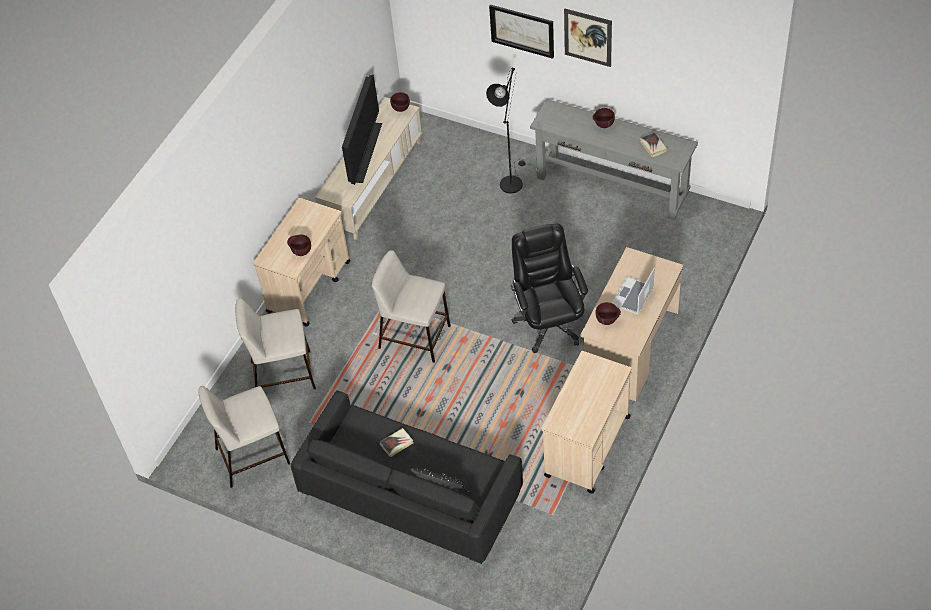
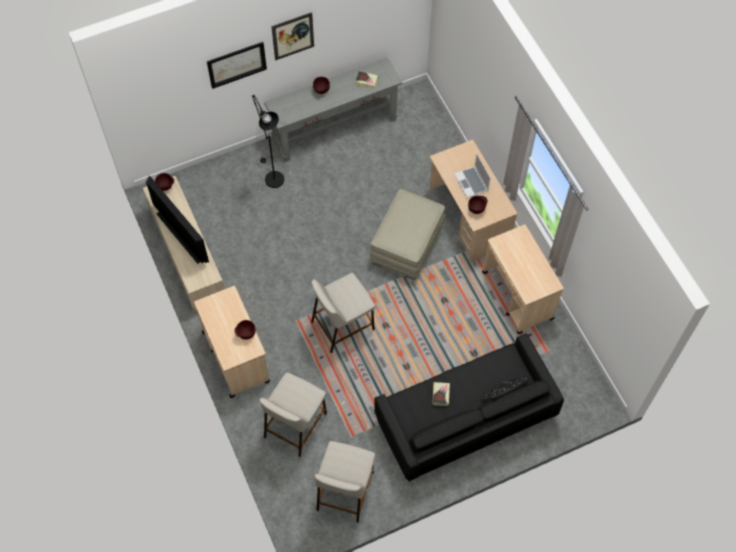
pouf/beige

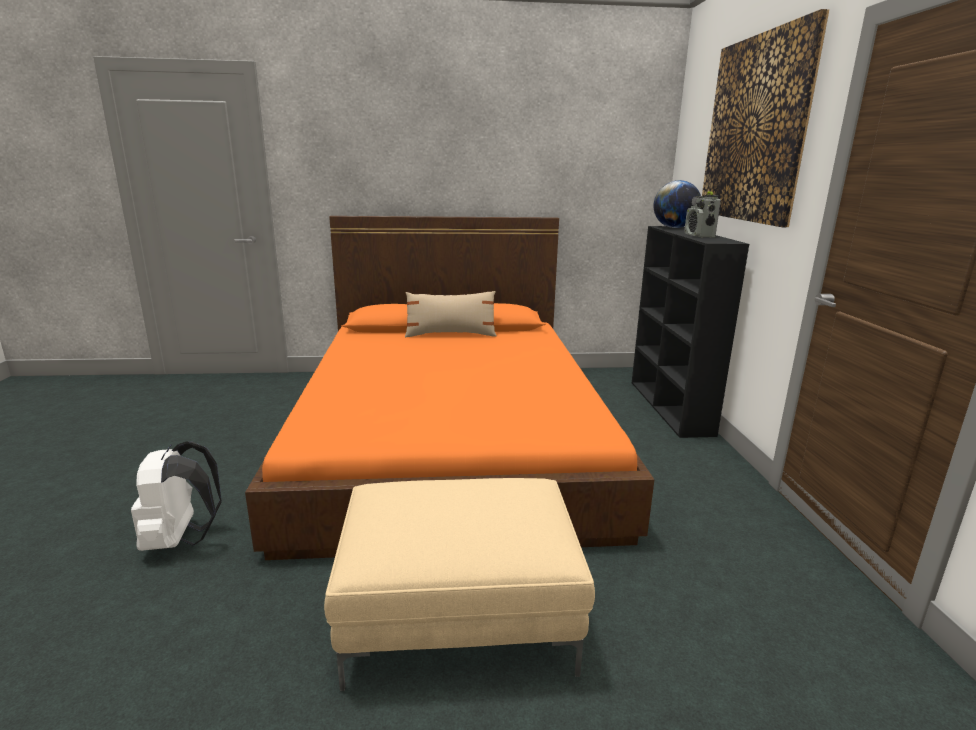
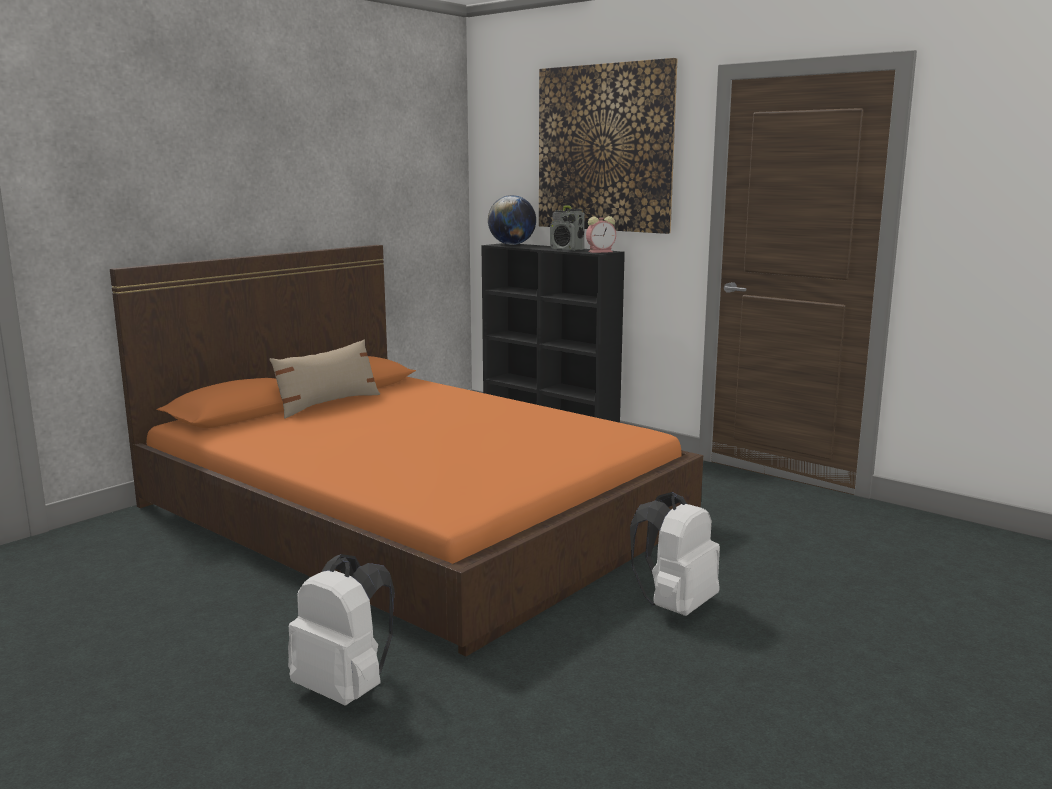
sac à dos/blanc (no. 2 from left)
réveil

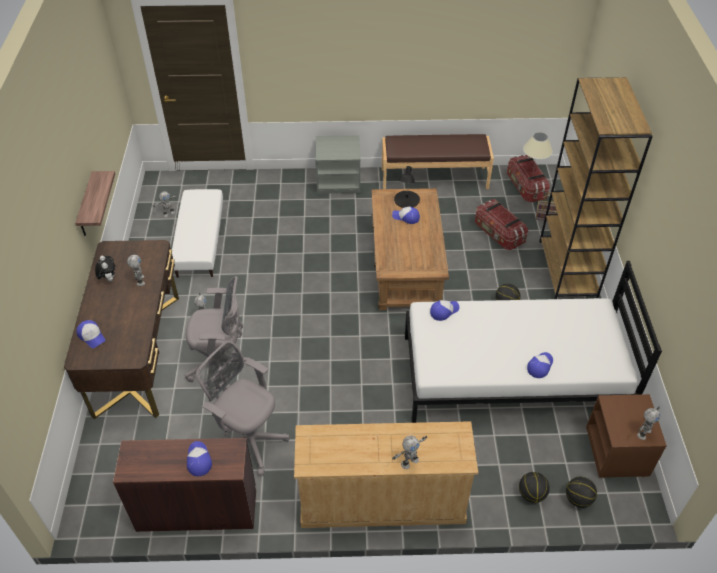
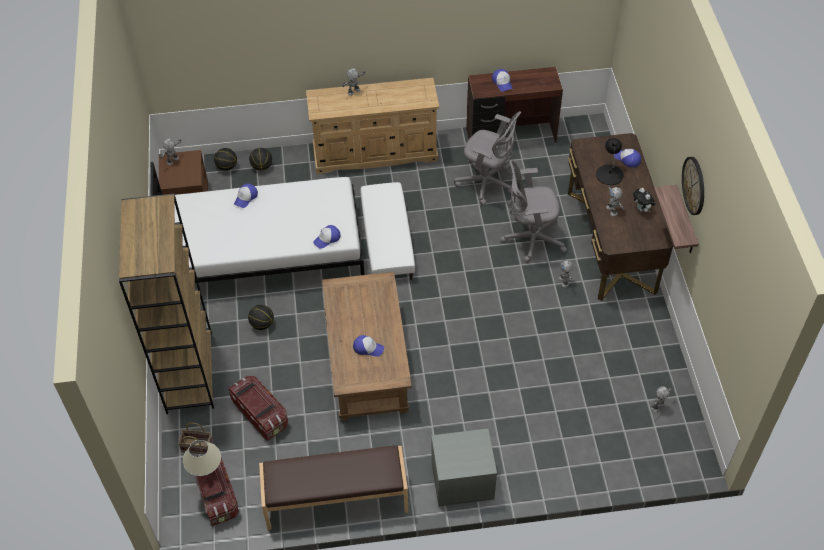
lampe de table/noir
pouf/blanc
horloge murale

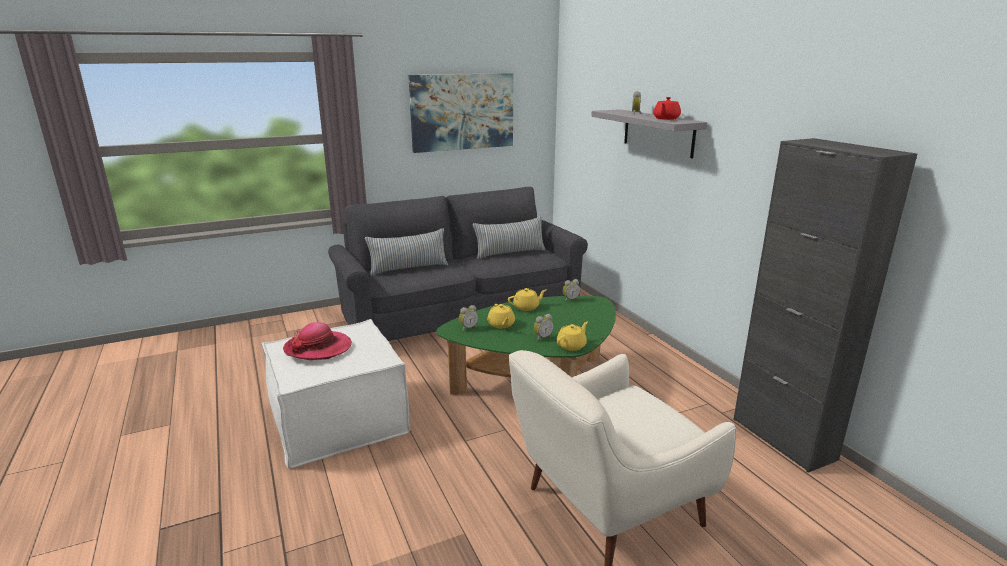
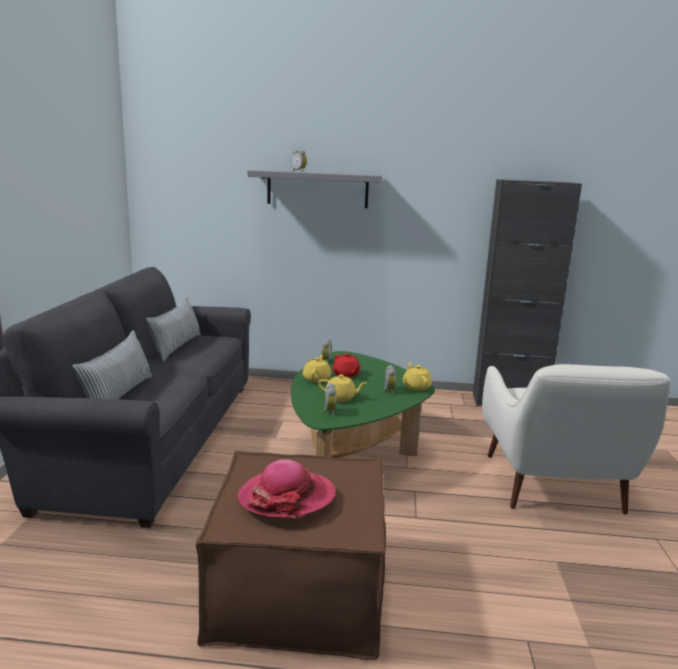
tableau
théière/rouge
pouf/marron

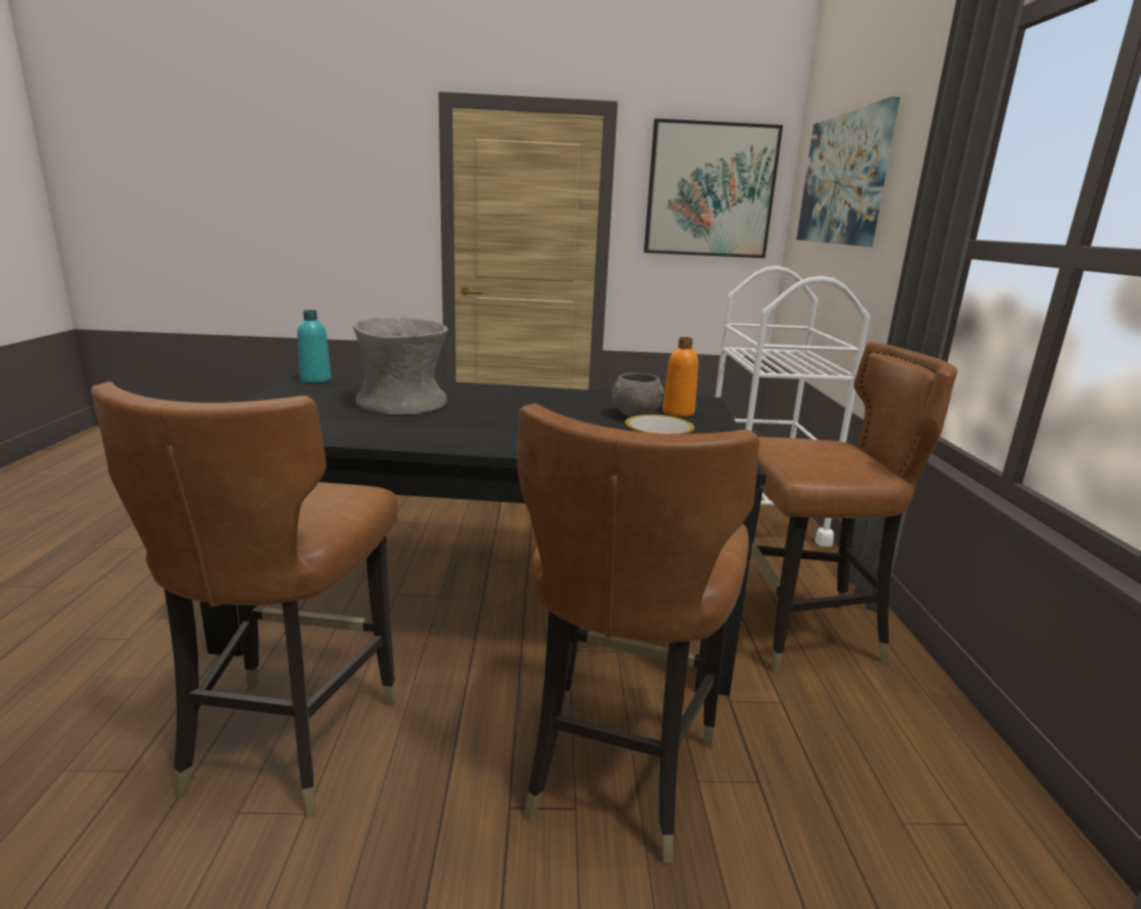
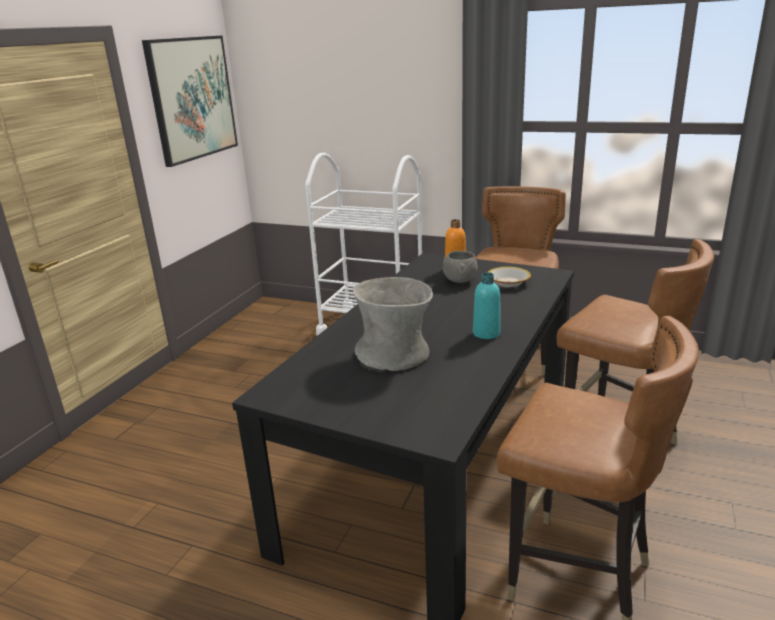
tableau (no. 2 from left in the first image)
bouteille/turquoise

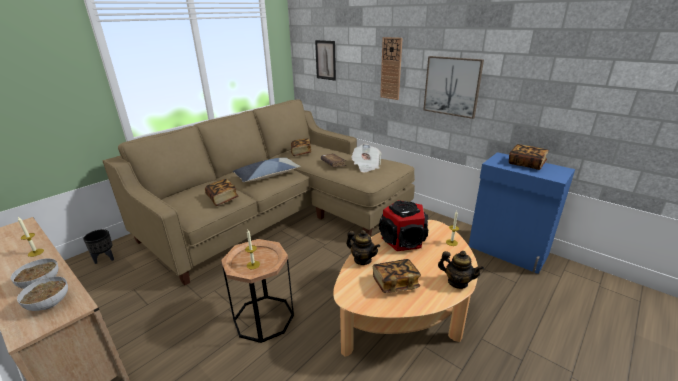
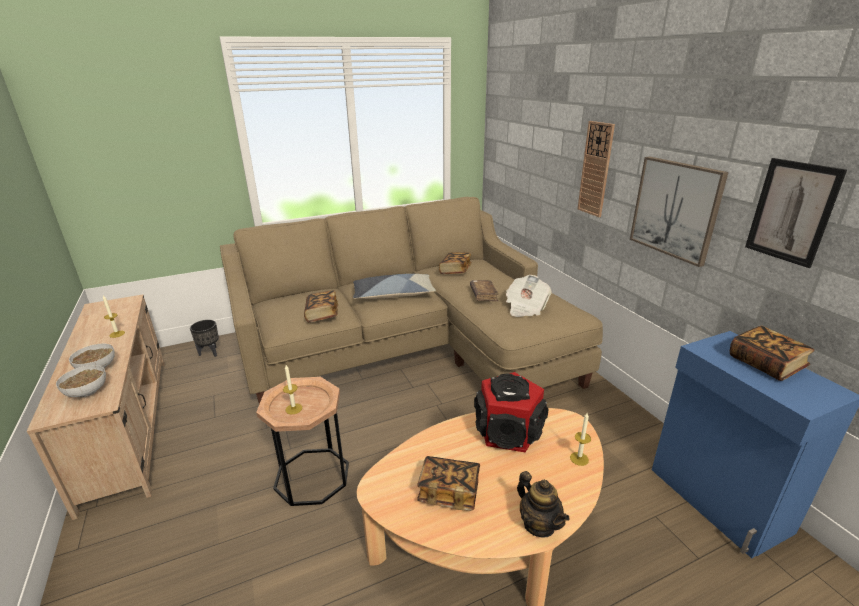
tableau (no. 2 from left)
théière (no. 1 from left in the first image)

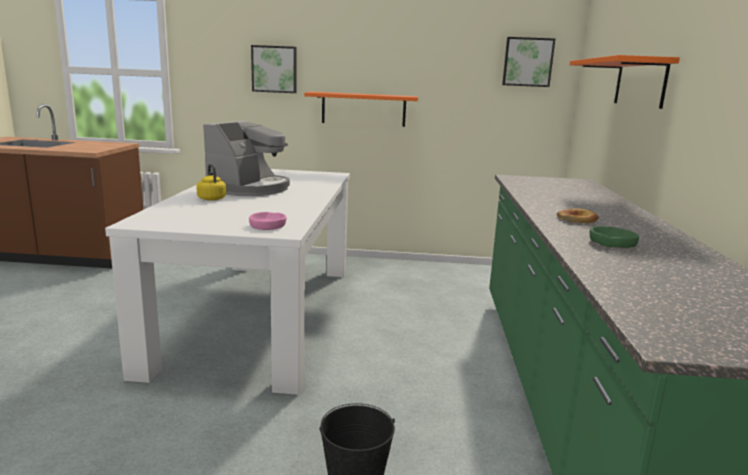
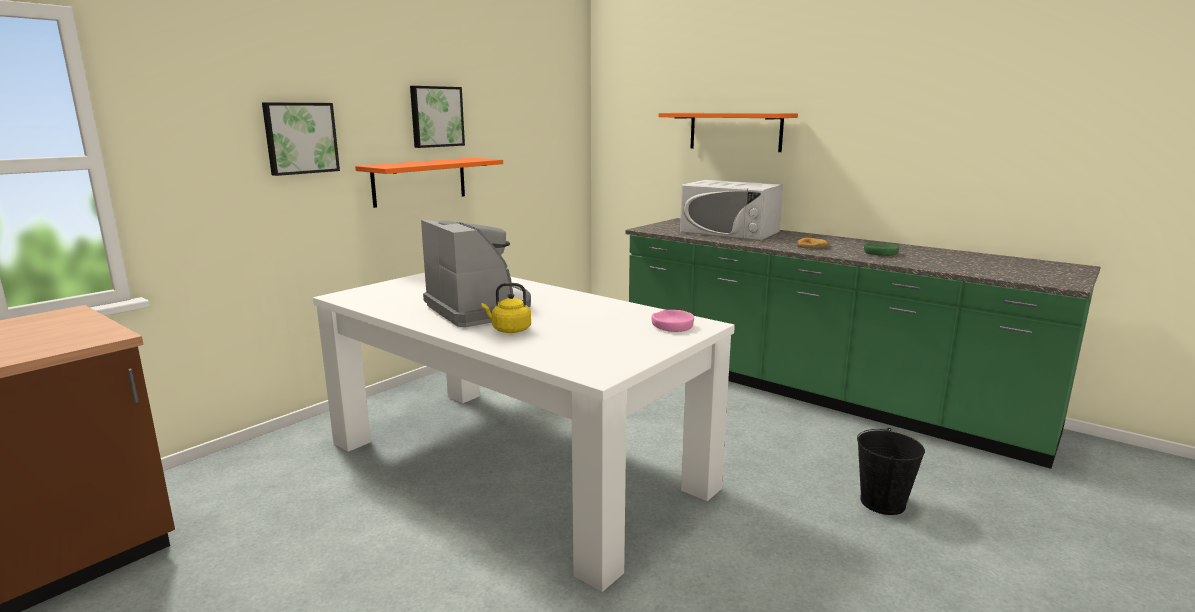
tableau (no. 2 from left)
micro-ondes/blanc

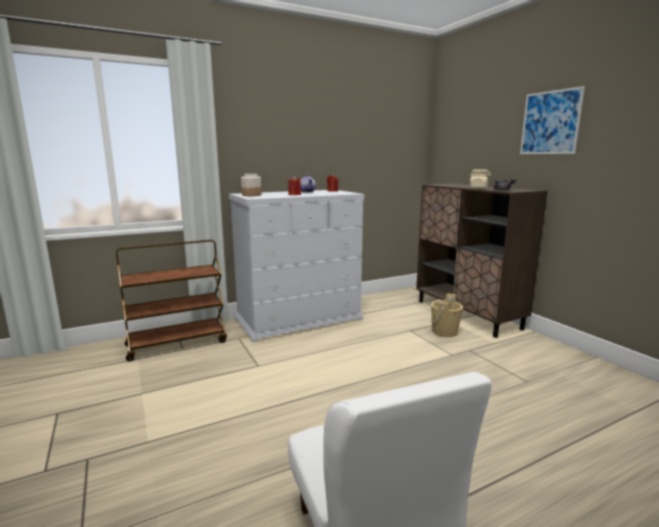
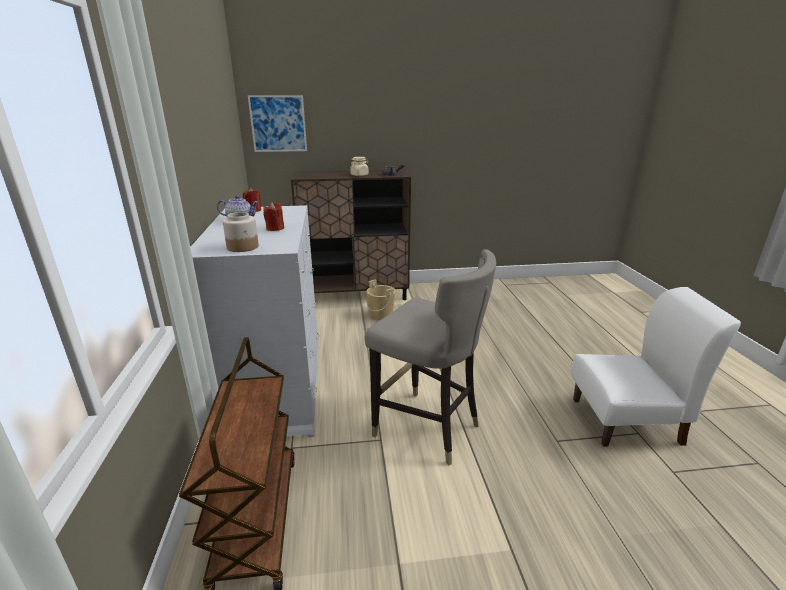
tableau
tabouret/gris

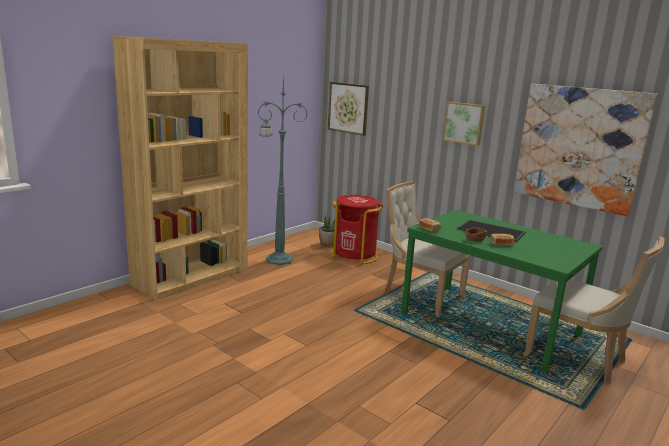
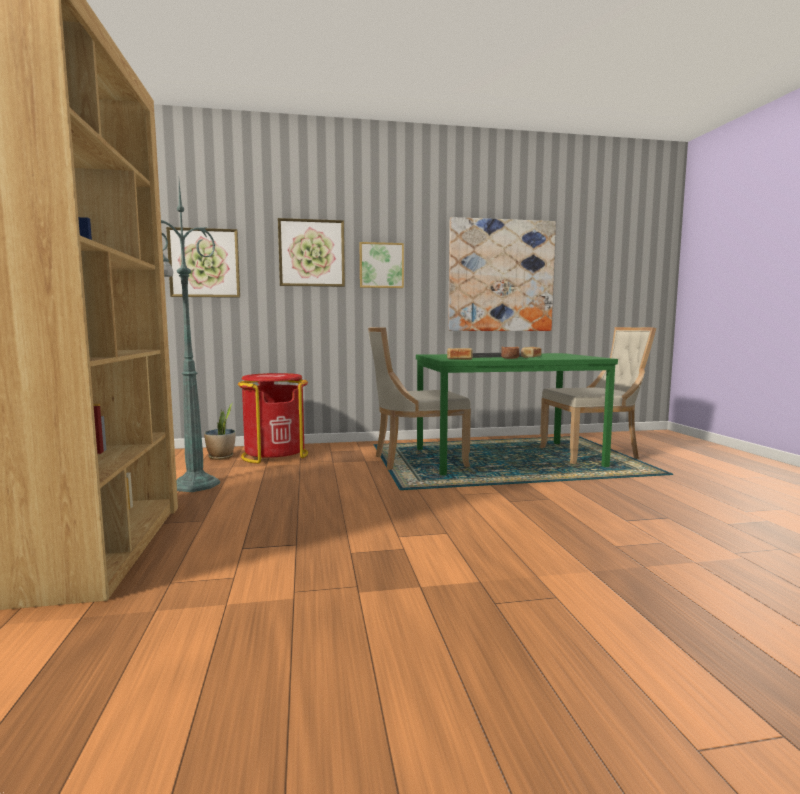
tableau (no. 2 from left)

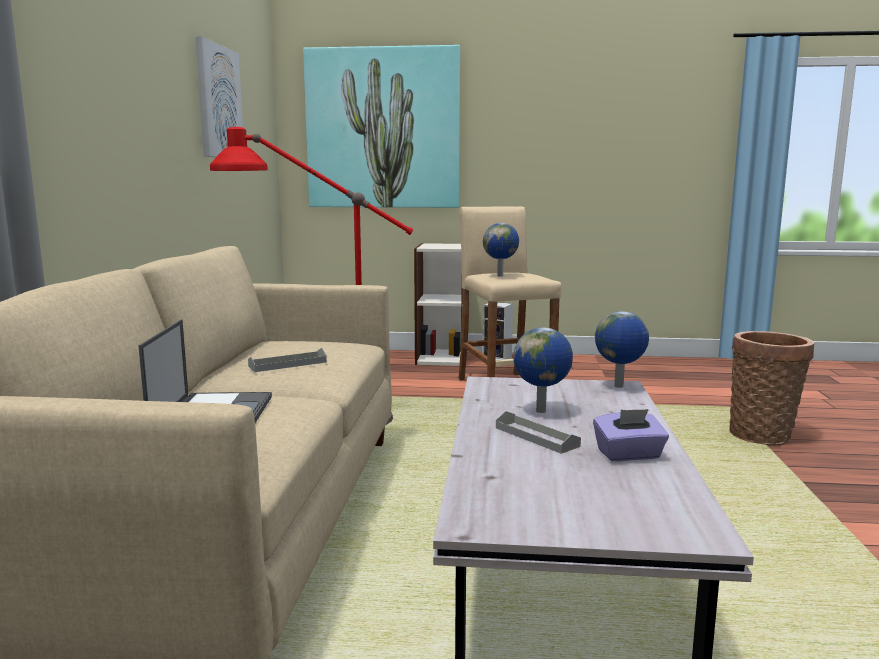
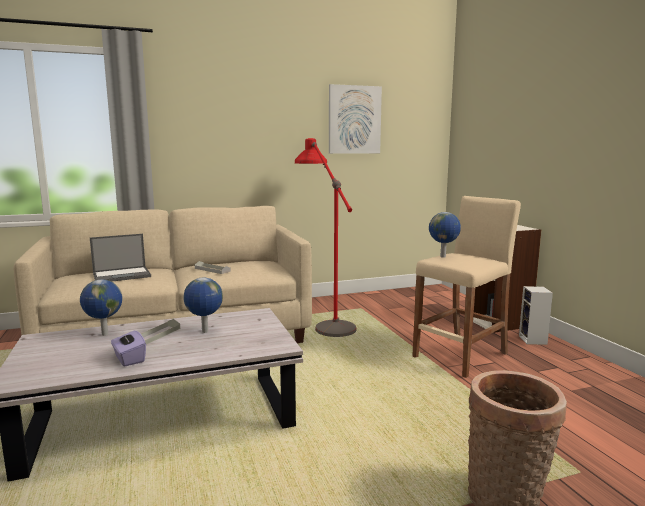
tableau (no. 2 from left in the first image)
globe (no. 1 from left)

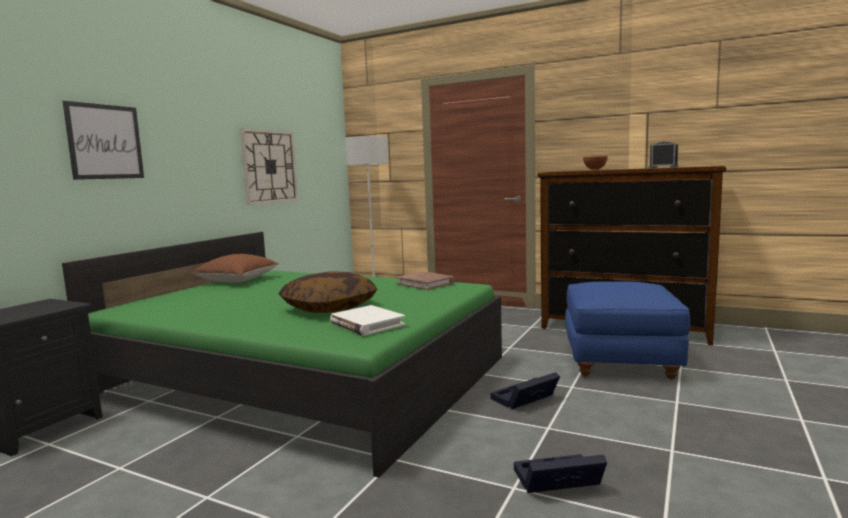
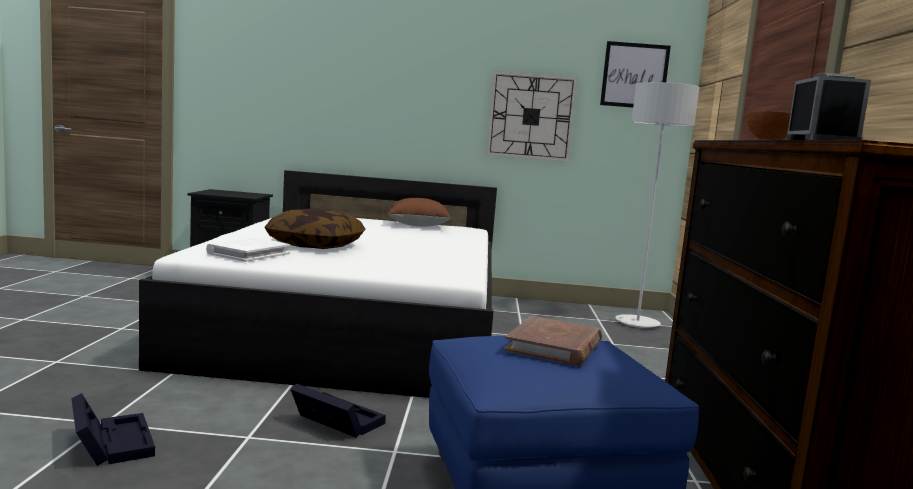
tableau
lit/blanc
livre/marron

